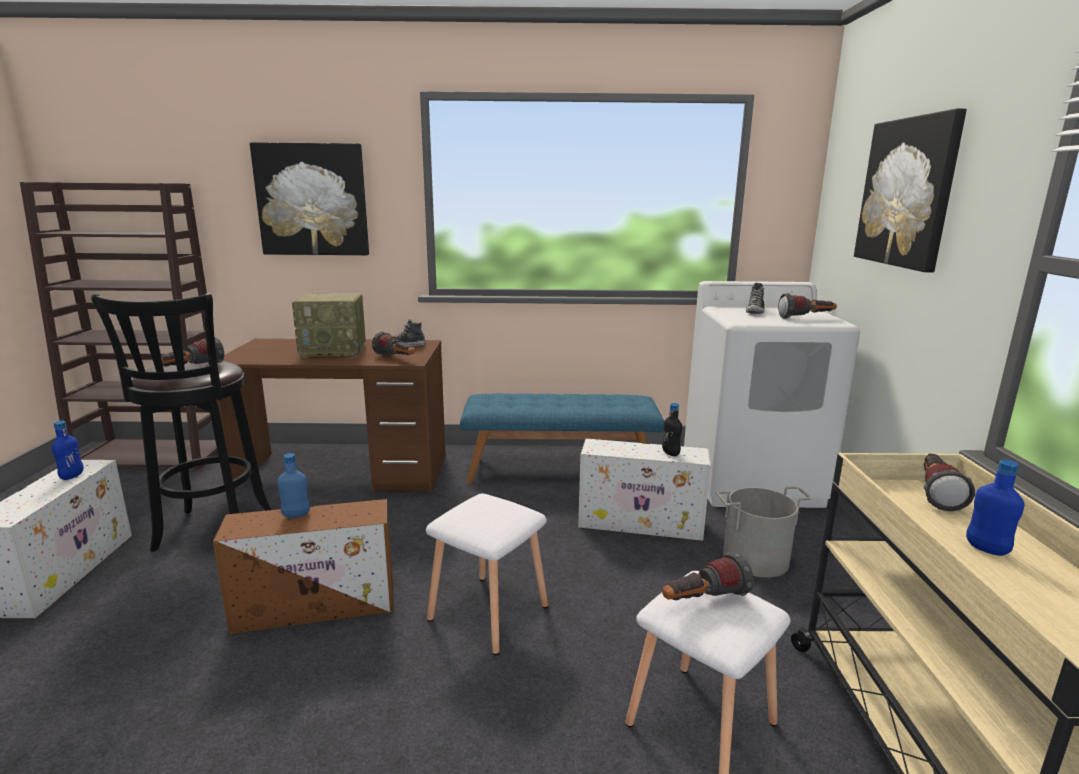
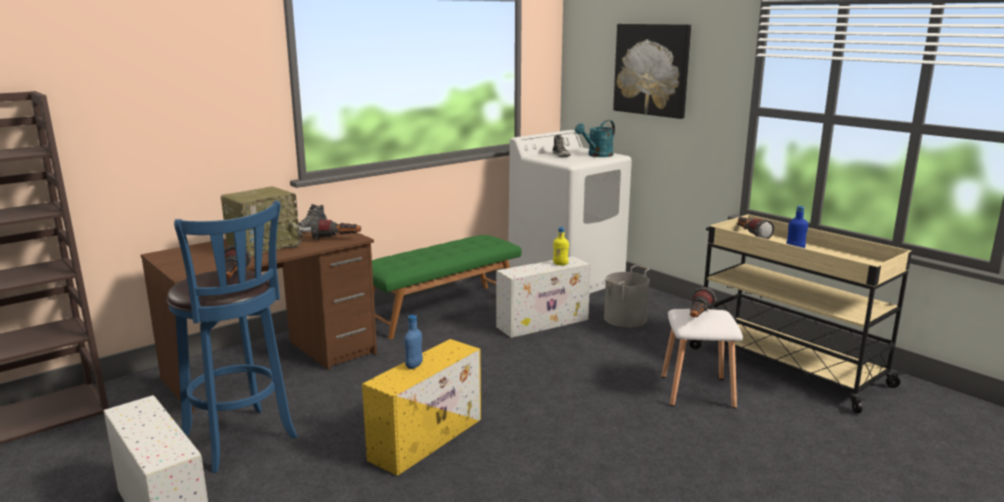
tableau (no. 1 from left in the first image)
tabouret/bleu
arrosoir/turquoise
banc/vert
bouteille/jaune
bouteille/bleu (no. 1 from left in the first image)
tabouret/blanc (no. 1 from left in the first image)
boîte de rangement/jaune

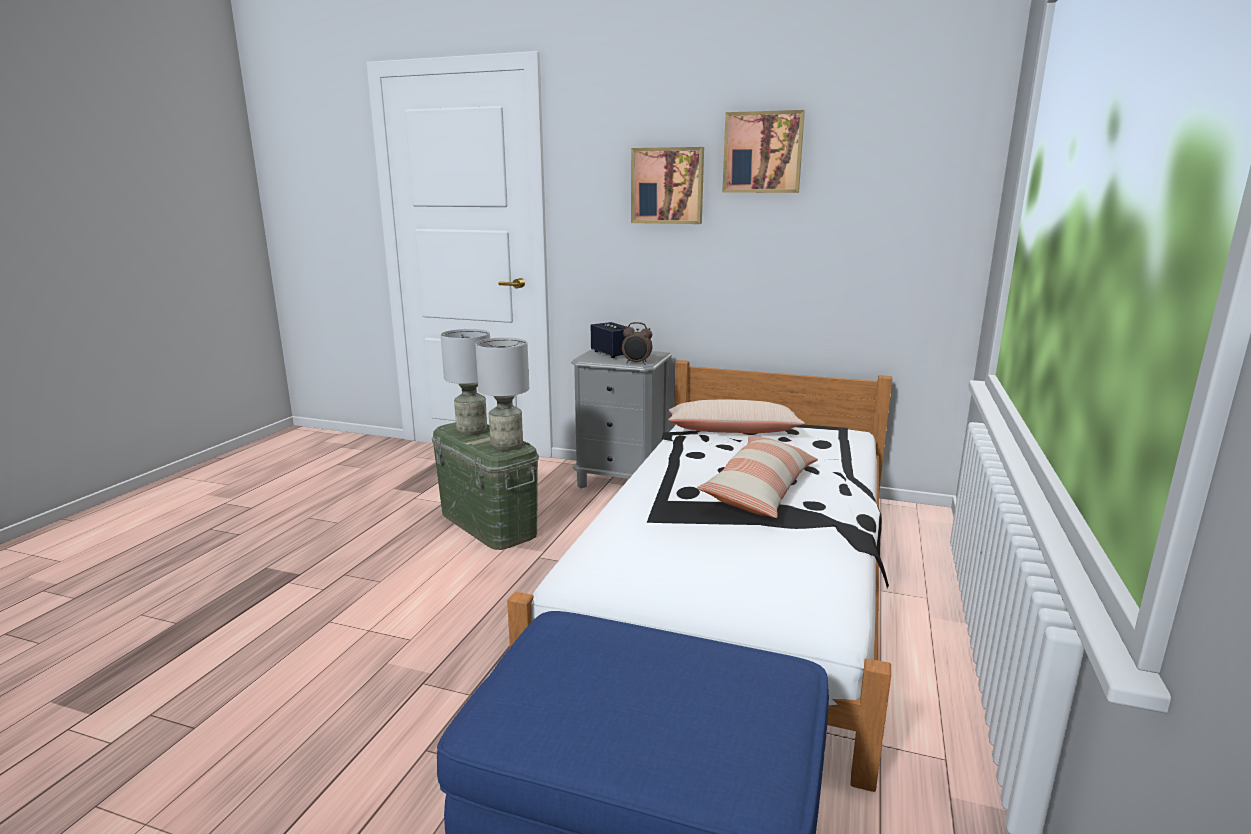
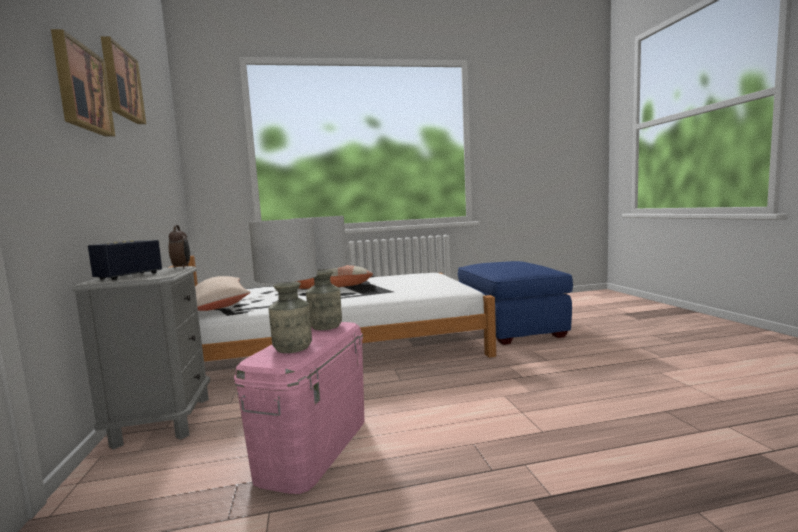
boîte de rangement/rose

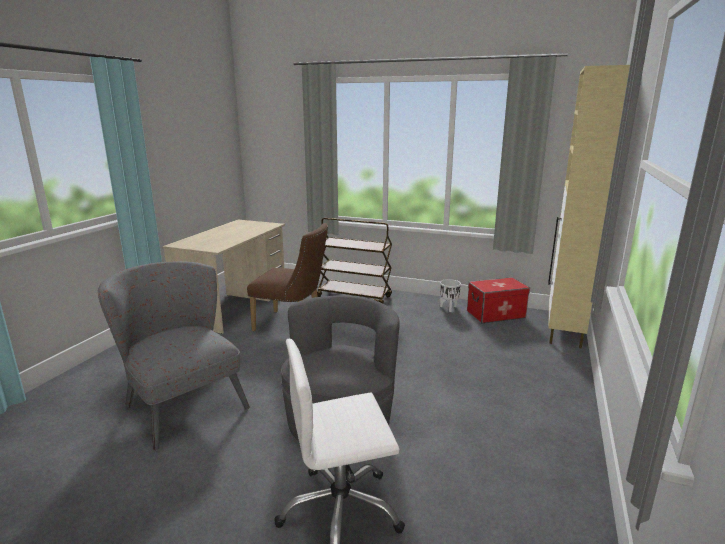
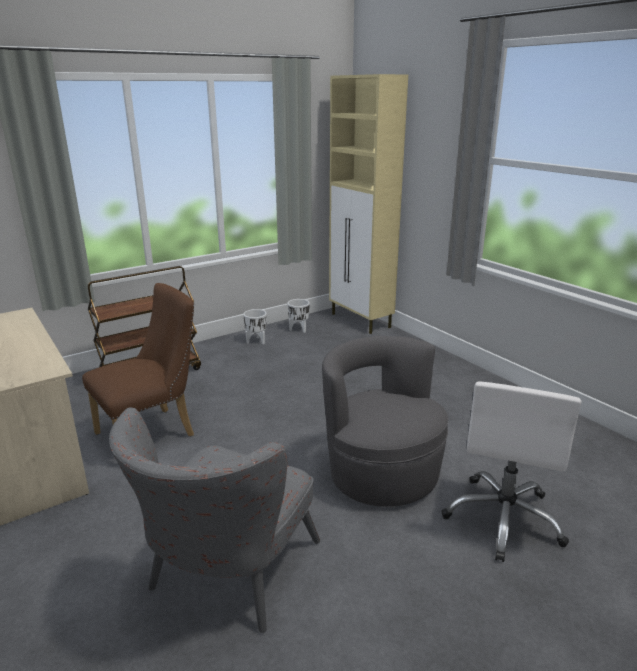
fauteuil/gris (no. 1 from left)
cache-pot/blanc (no. 2 from left)

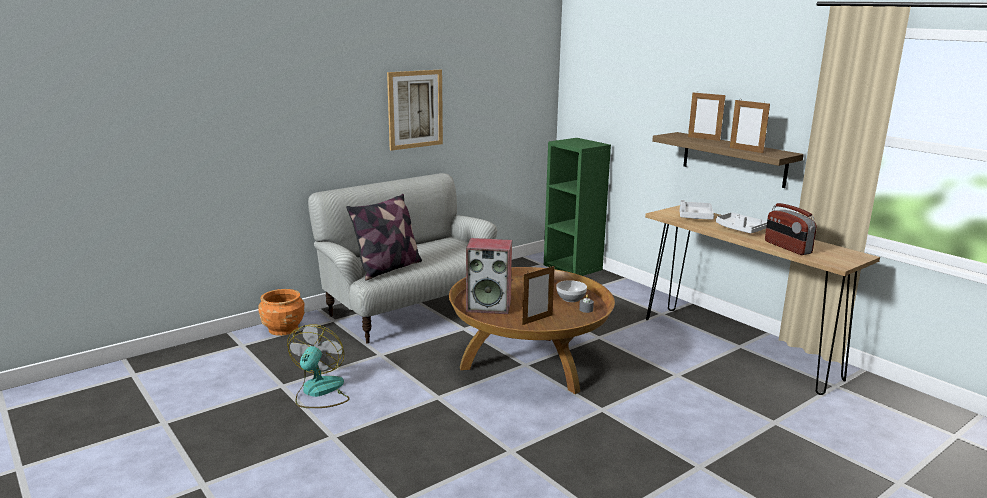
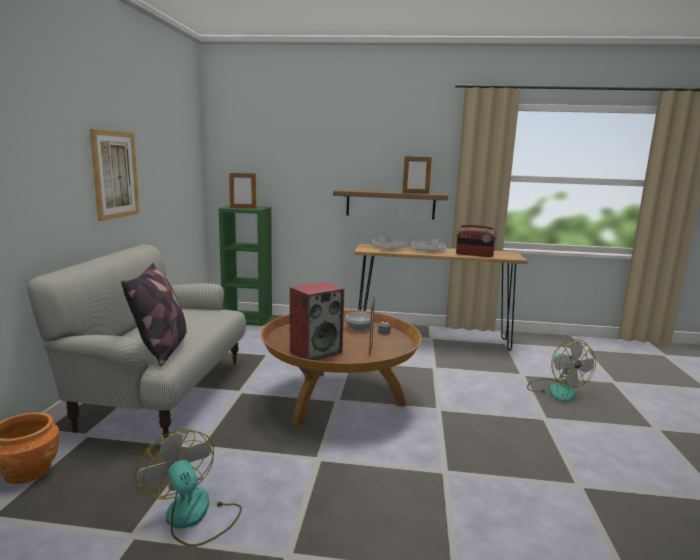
cadre photo (no. 1 from left)
ventilateur (no. 2 from left)

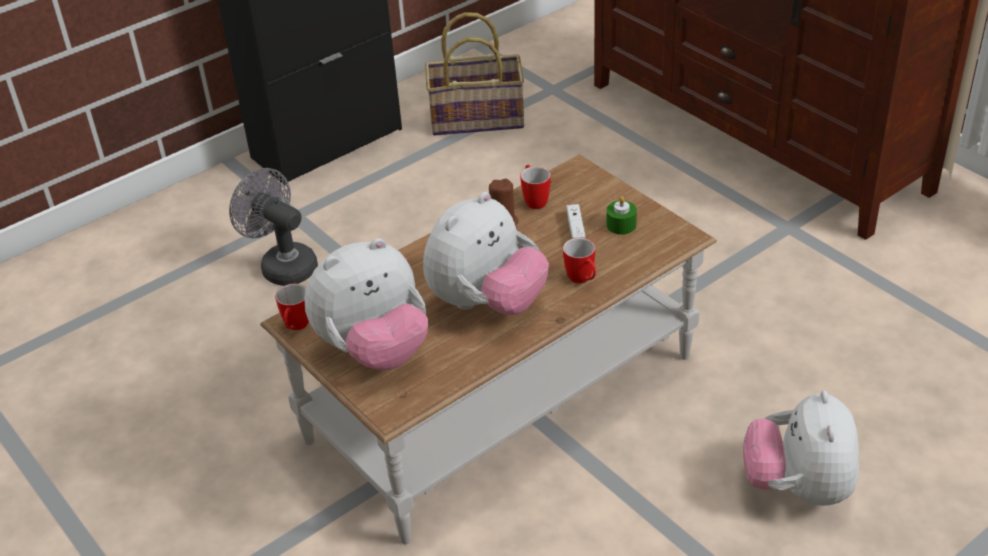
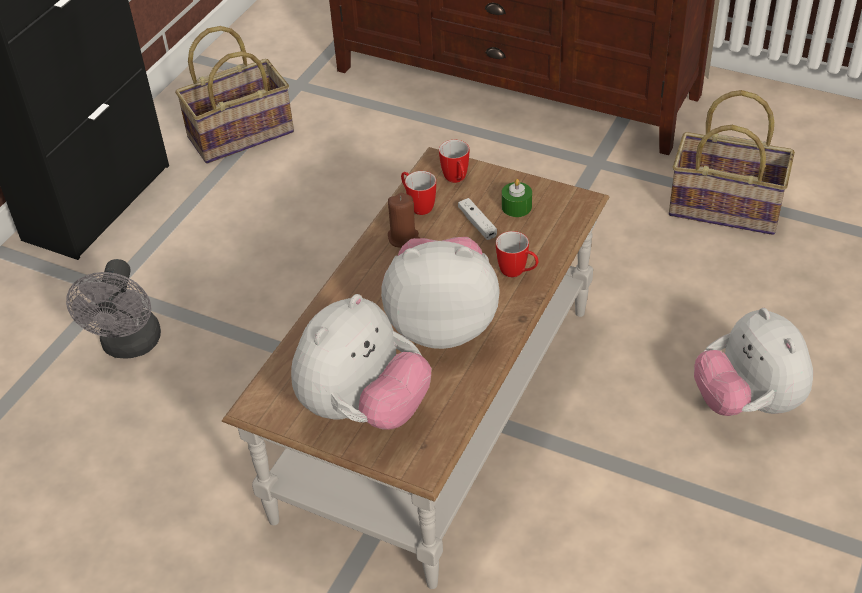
ventilateur/gris
peluche (no. 2 from left)
mug (no. 2 from left)
panier (no. 2 from left)

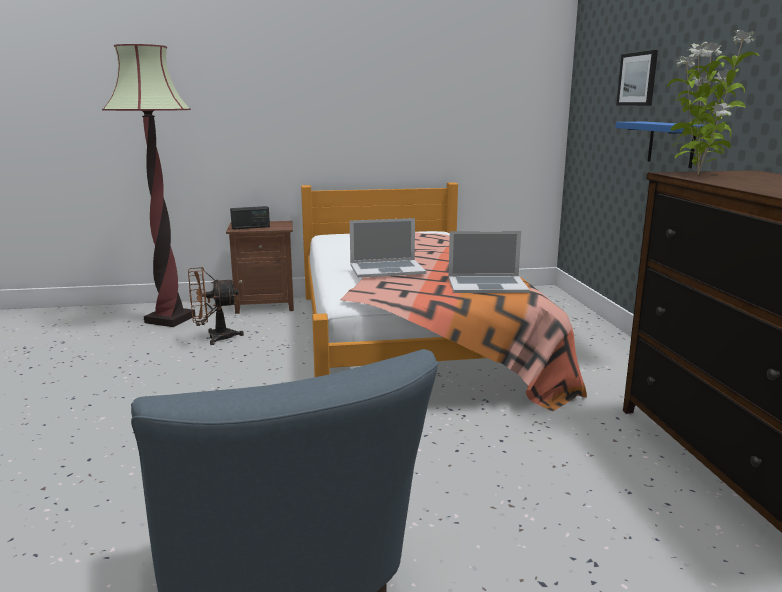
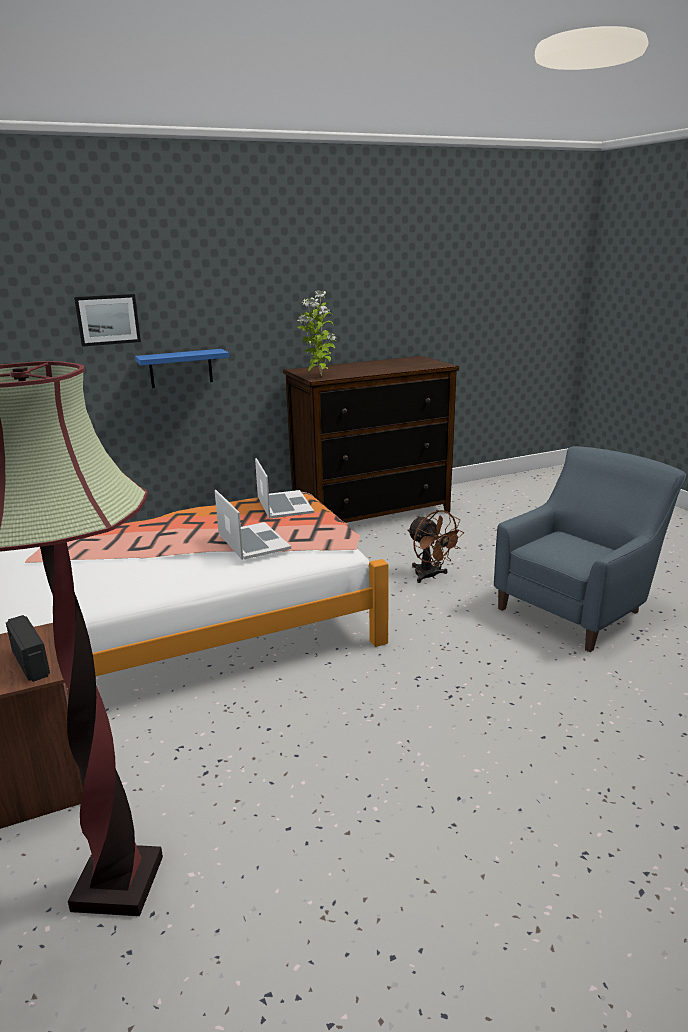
ventilateur/marron

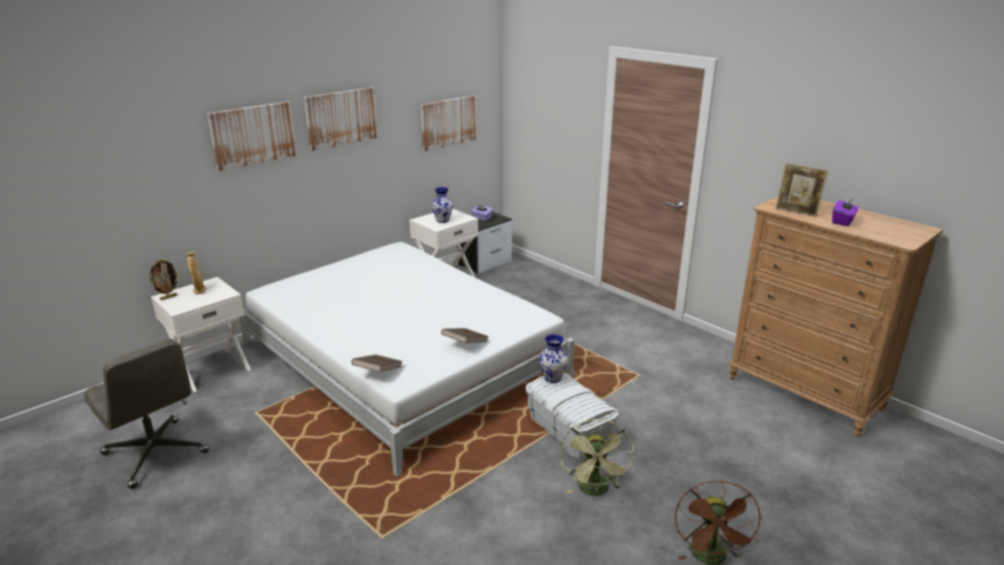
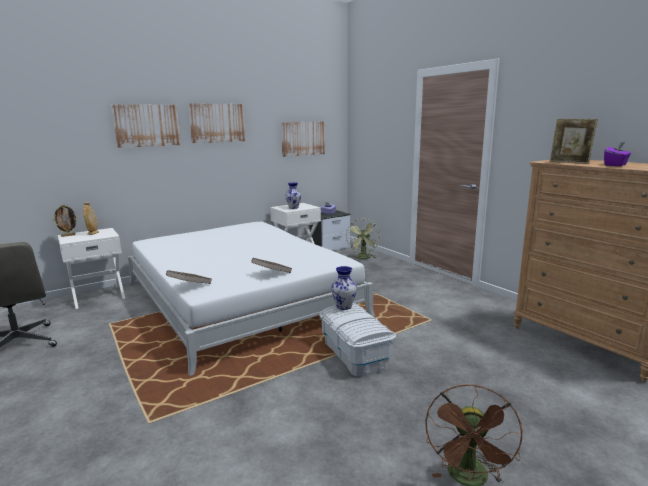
ventilateur/vert

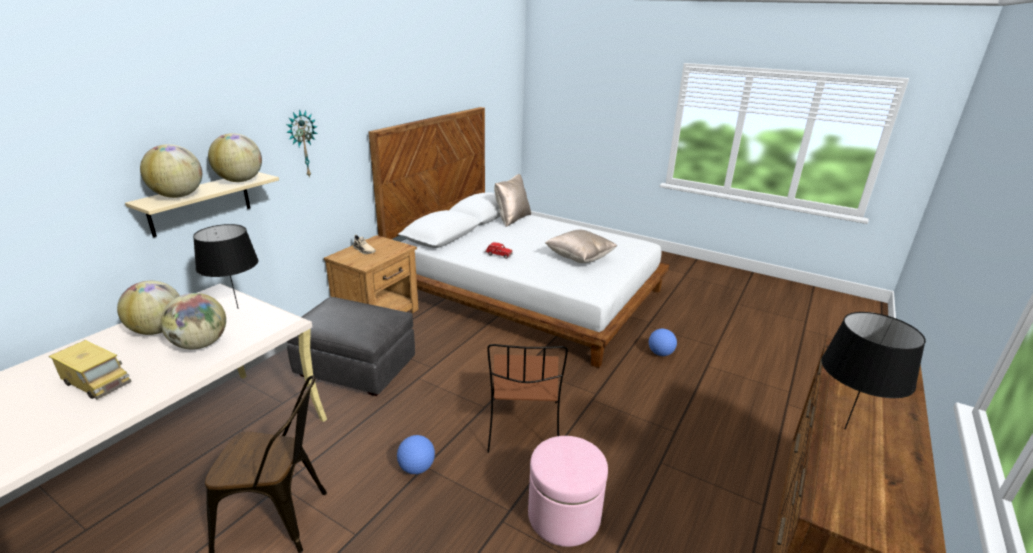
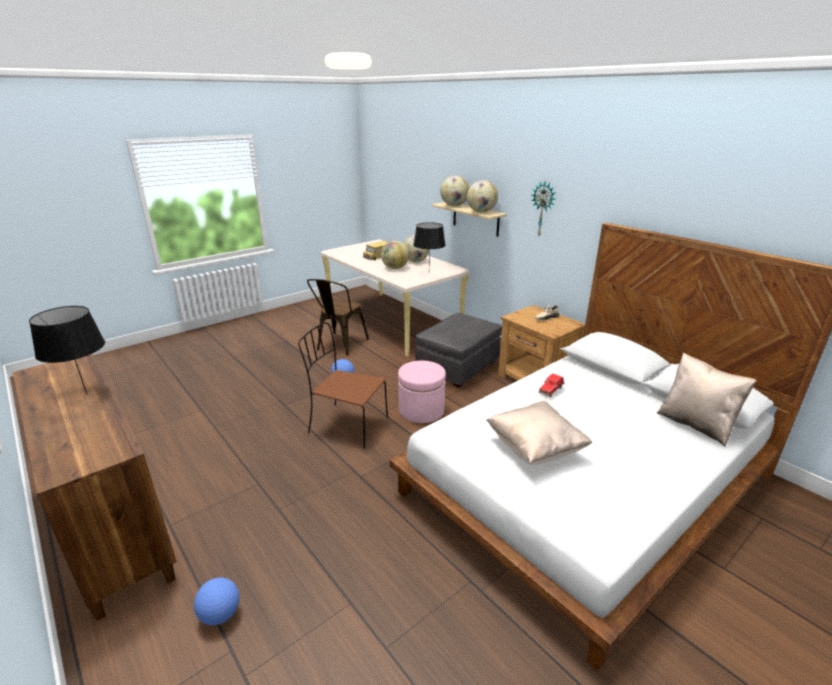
ballon de foot (no. 1 from left)
pouf/rose

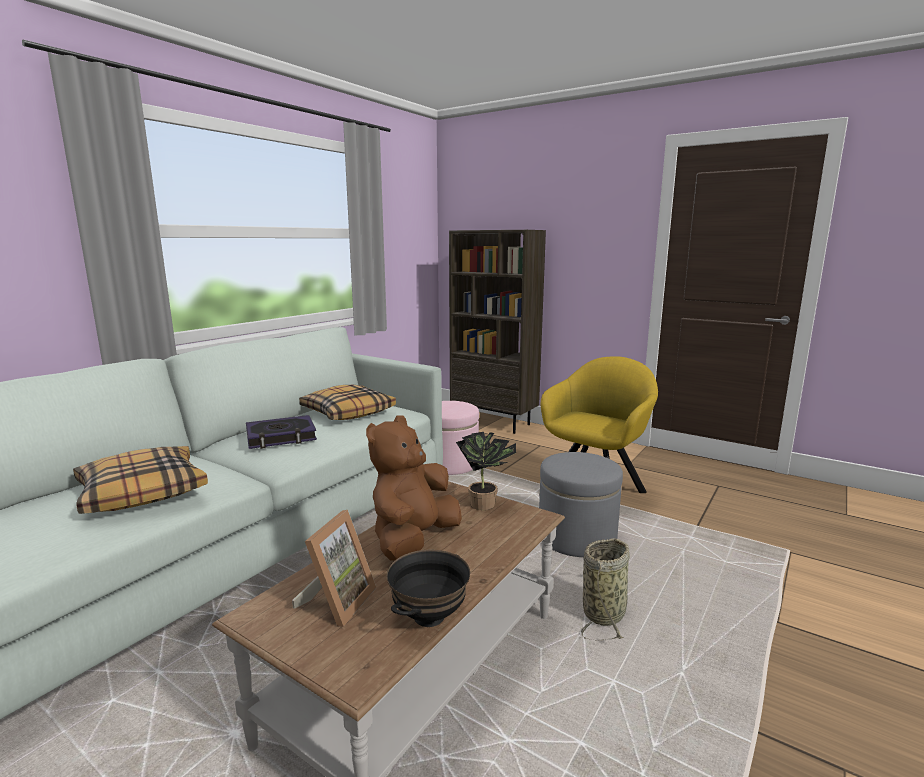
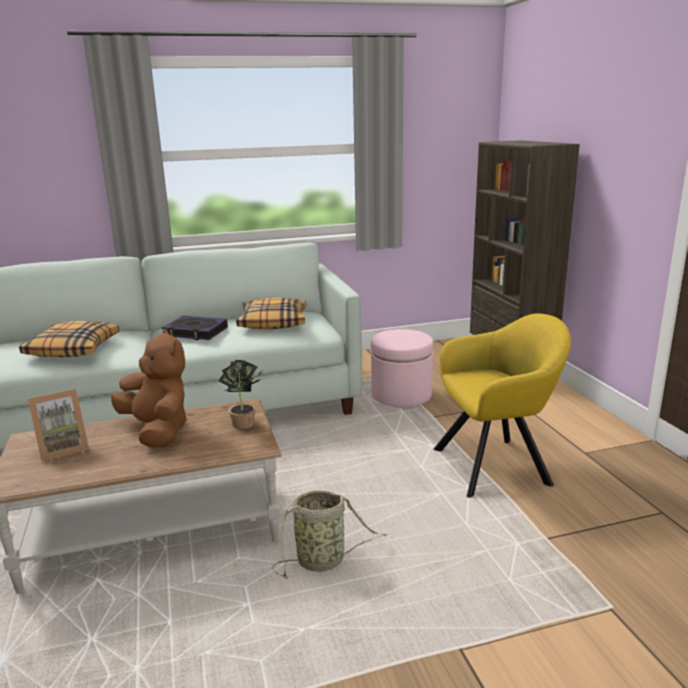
peluche/marron
pouf/gris
bol/noir

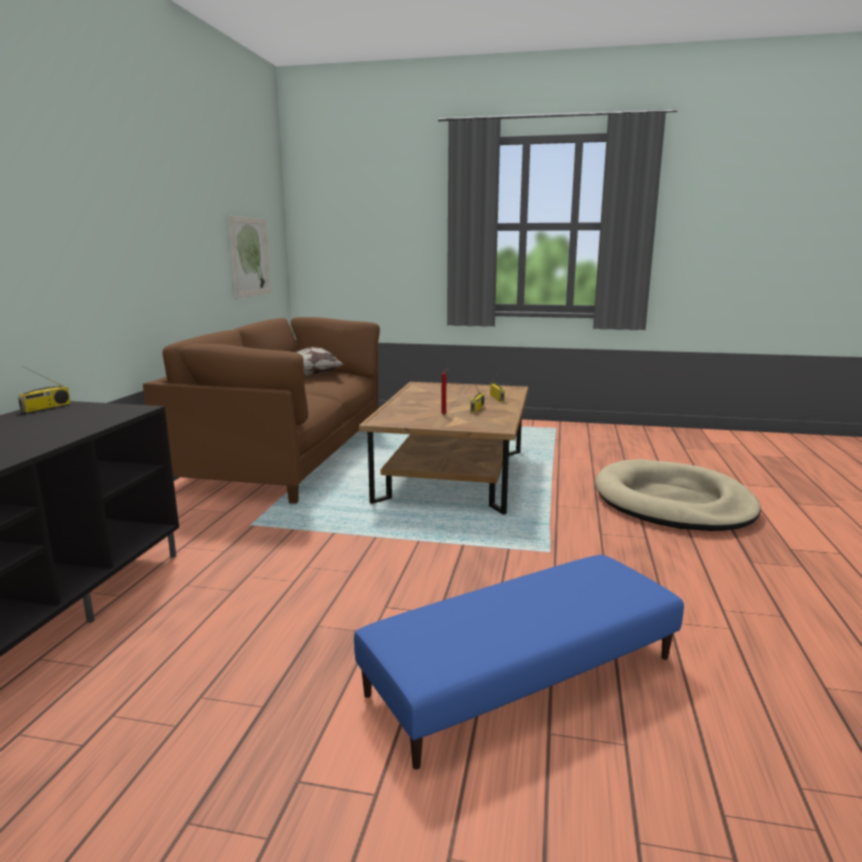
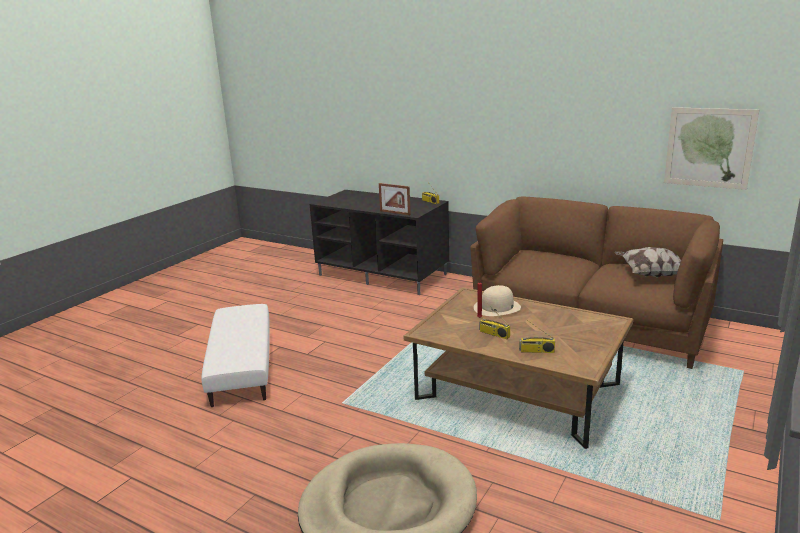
pouf/blanc
cadre photo
chapeau/beige

